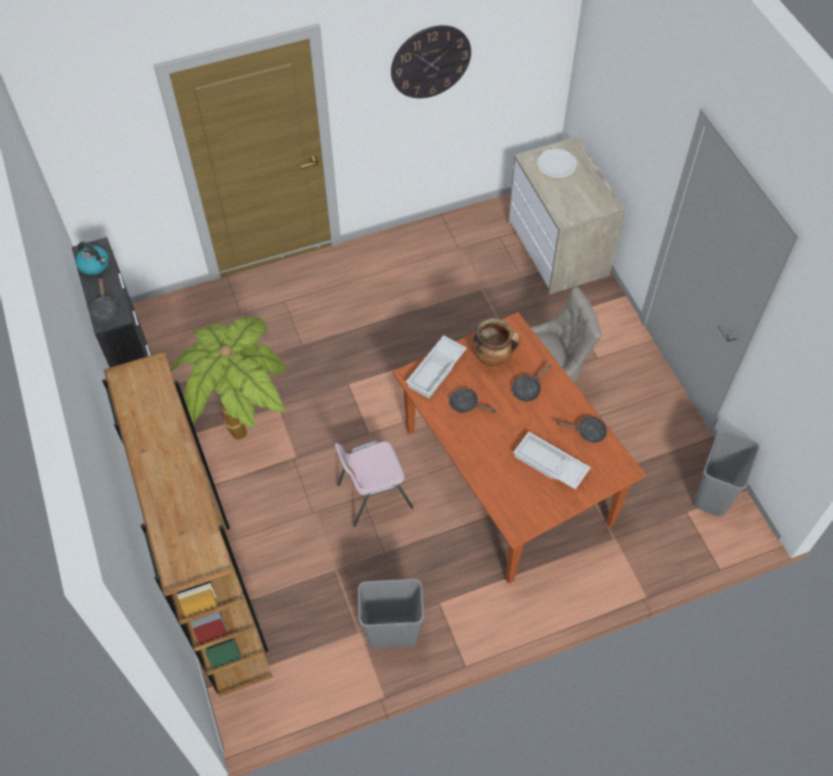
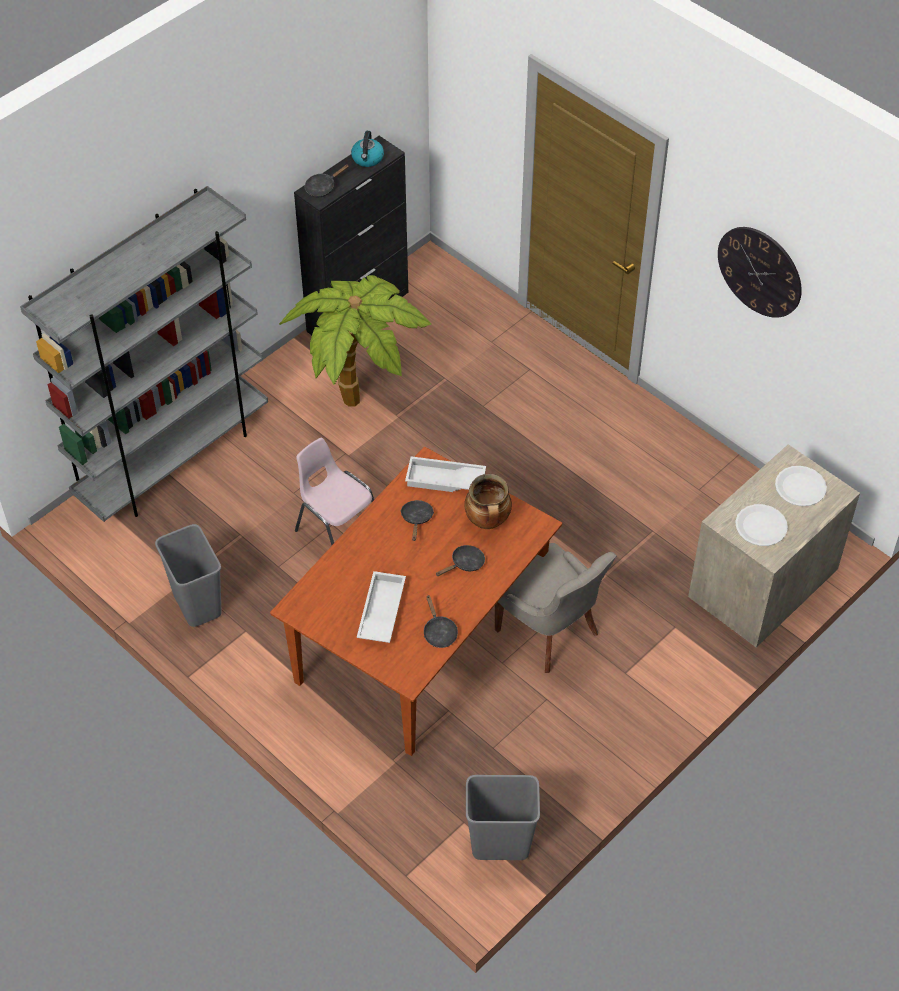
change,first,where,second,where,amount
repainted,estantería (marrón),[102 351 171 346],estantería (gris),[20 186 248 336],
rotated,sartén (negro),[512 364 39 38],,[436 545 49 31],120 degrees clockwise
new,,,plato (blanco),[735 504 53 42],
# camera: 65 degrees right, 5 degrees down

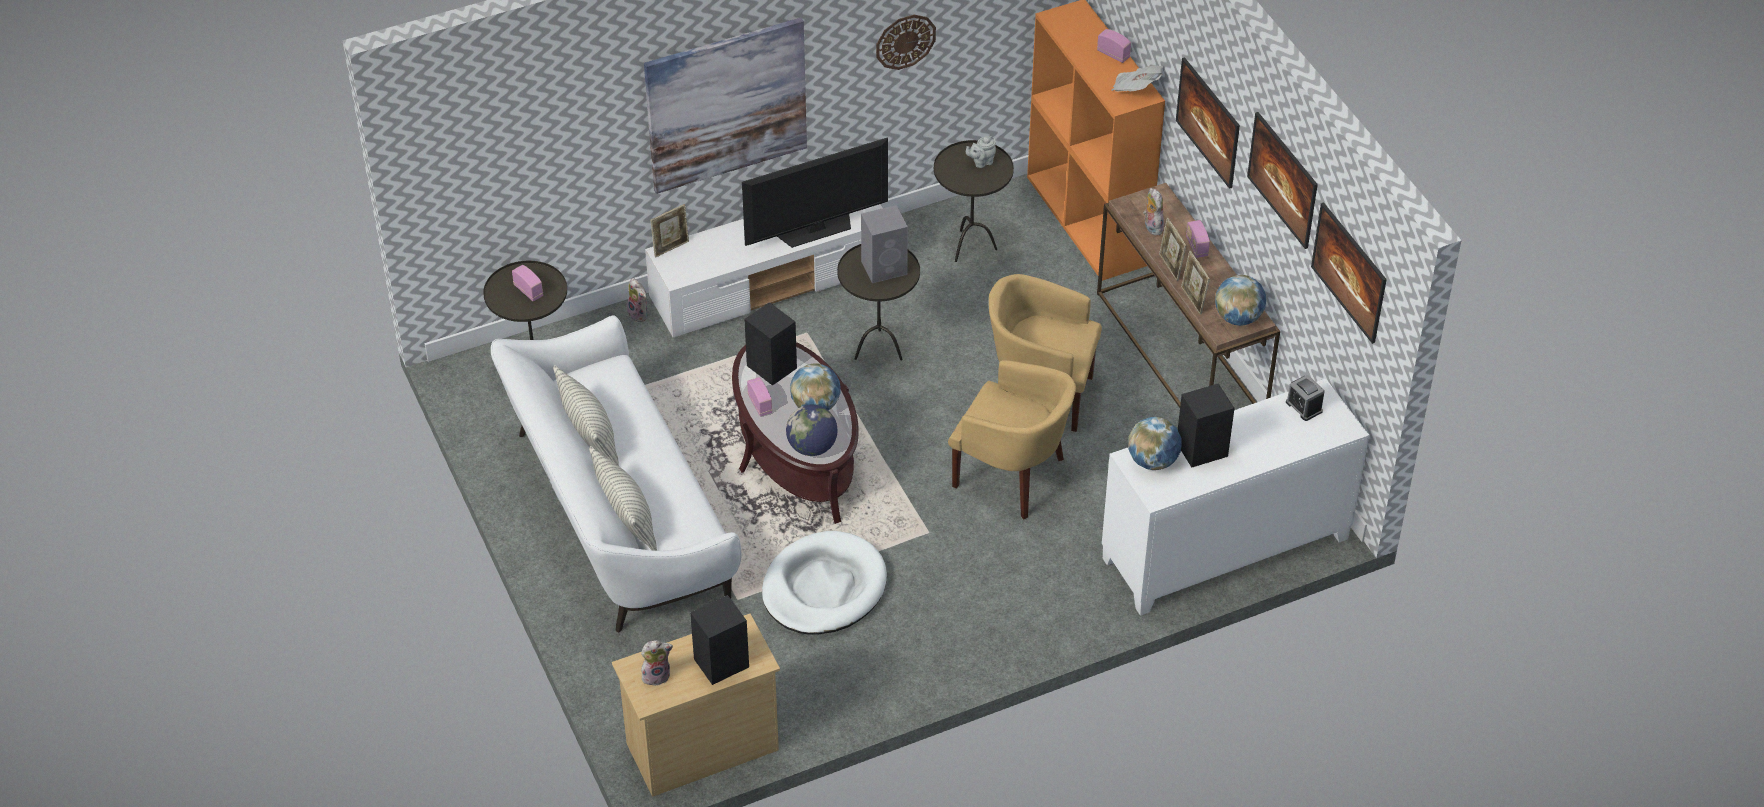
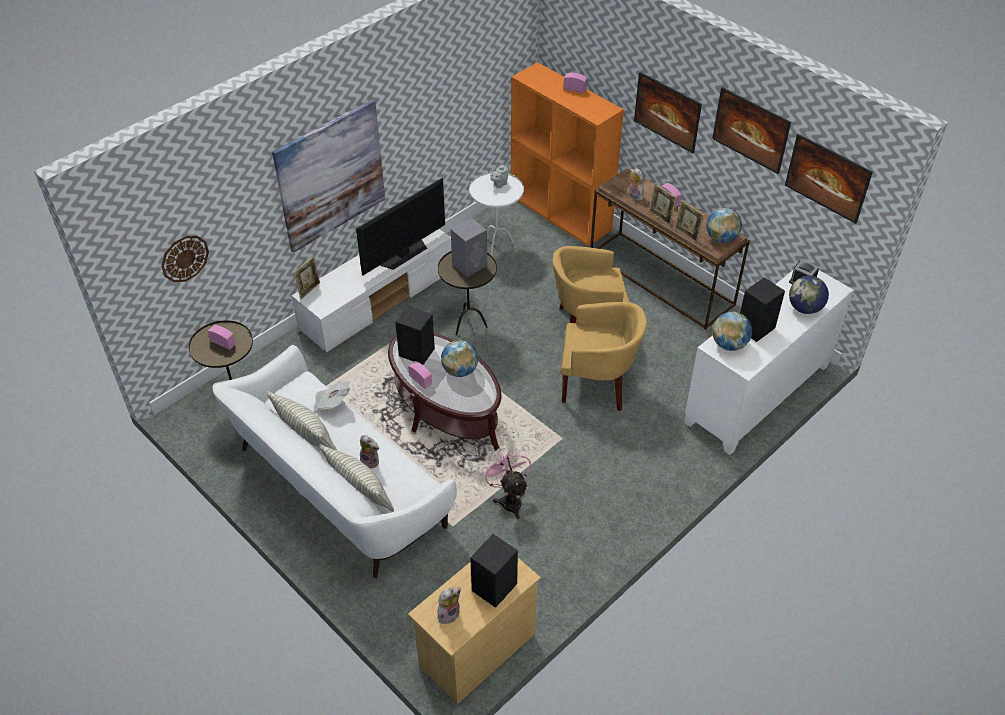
change,first,where,second,where,amount
shifted,reloj de pared,[876 15 60 55],,[161 236 48 46],
shifted,periódico,[1111 65 52 26],,[314 381 36 29],
shifted,peluche,[627 278 20 44],,[360 435 19 34],
repainted,mesa auxiliar (marrón),[934 140 80 122],mesa auxiliar (blanco),[469 171 55 85],
swapped,cama para perro (blanco),[762 531 125 103],ventilador (rosa),[482 447 49 72],
shifted,globo terráqueo,[786 405 52 51],,[789 276 40 38],
# camera: 20 degrees left, 0 degrees up

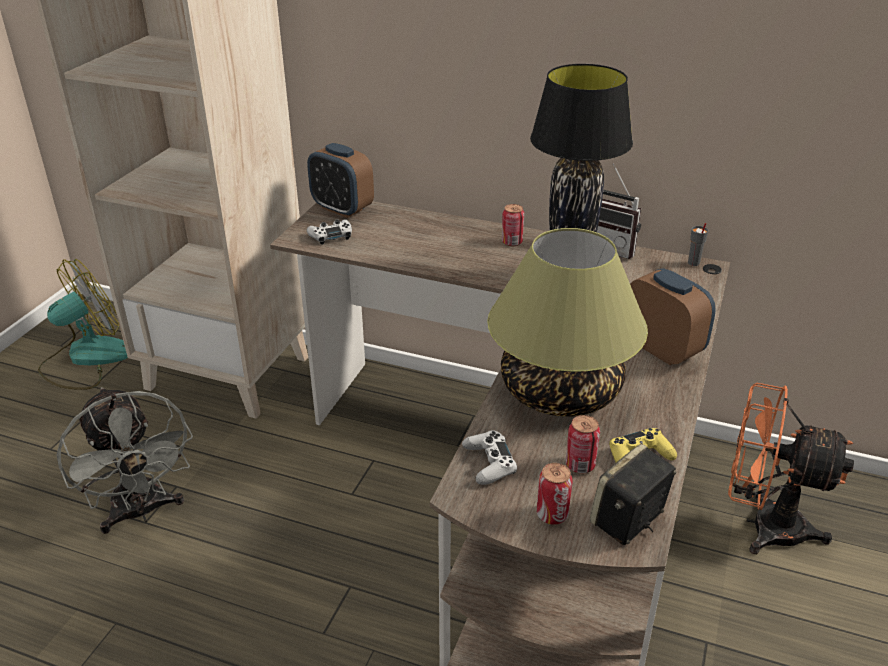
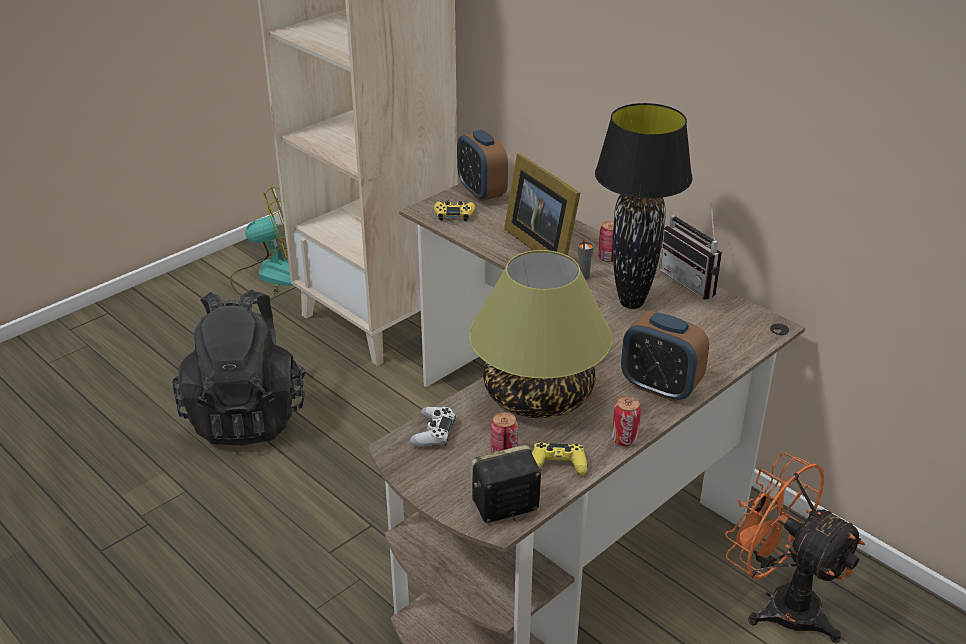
change,first,where,second,where,amount
swapped,ventilador (gris),[57 387 136 147],mochila (negro),[172 290 134 155],
repainted,mando de consola (blanco),[307 219 45 26],mando de consola (amarillo),[434 200 41 21],
new,,,portarretratos,[504 154 76 102],
shifted,taza (gris),[688 223 20 43],,[578 240 16 40],
shifted,lata,[536 463 37 62],,[612 396 29 50],
rotated,despertador,[630 268 86 97],,[621 311 88 91],135 degrees clockwise
# camera: 25 degrees right, 0 degrees up

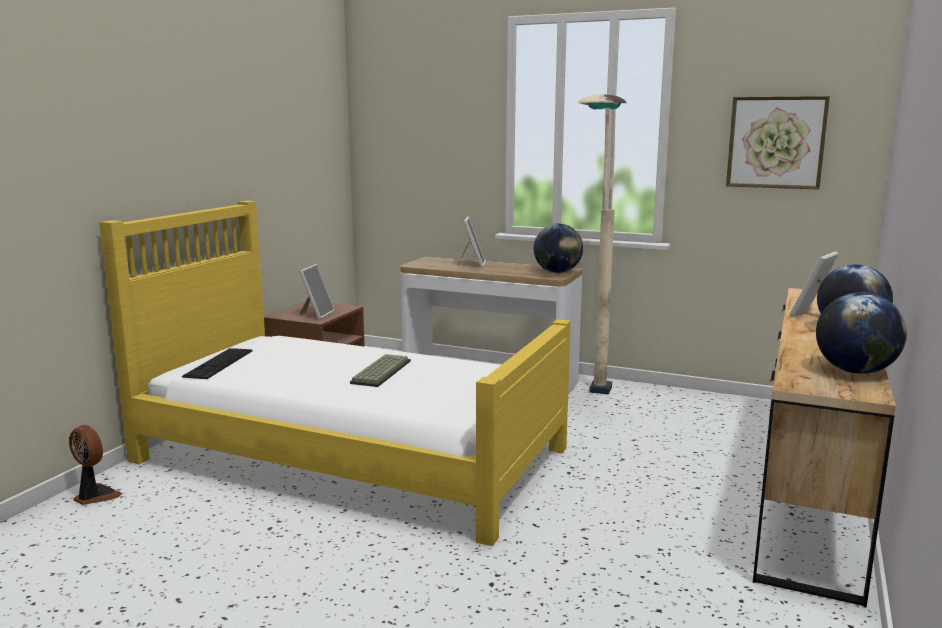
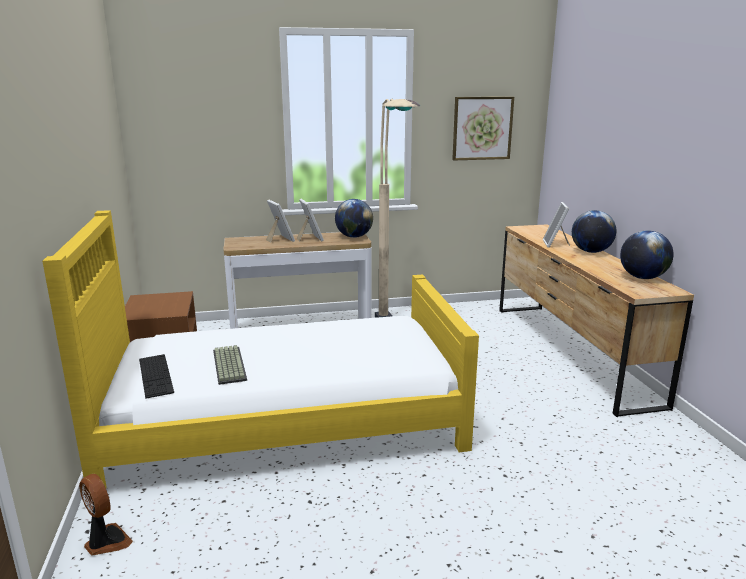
change,first,where,second,where,amount
rotated,ventilador,[69 425 53 80],,[79 474 54 82],45 degrees clockwise
shifted,teclado,[350 354 61 33],,[213 345 34 40],
shifted,portarretratos,[299 264 36 55],,[297 199 27 42],
# camera: 35 degrees left, 5 degrees up

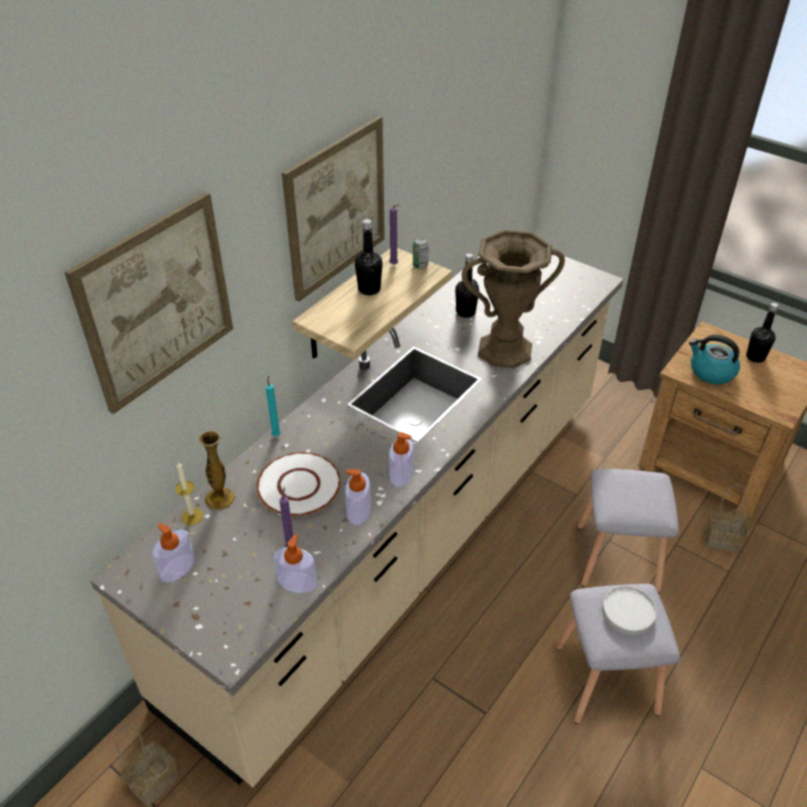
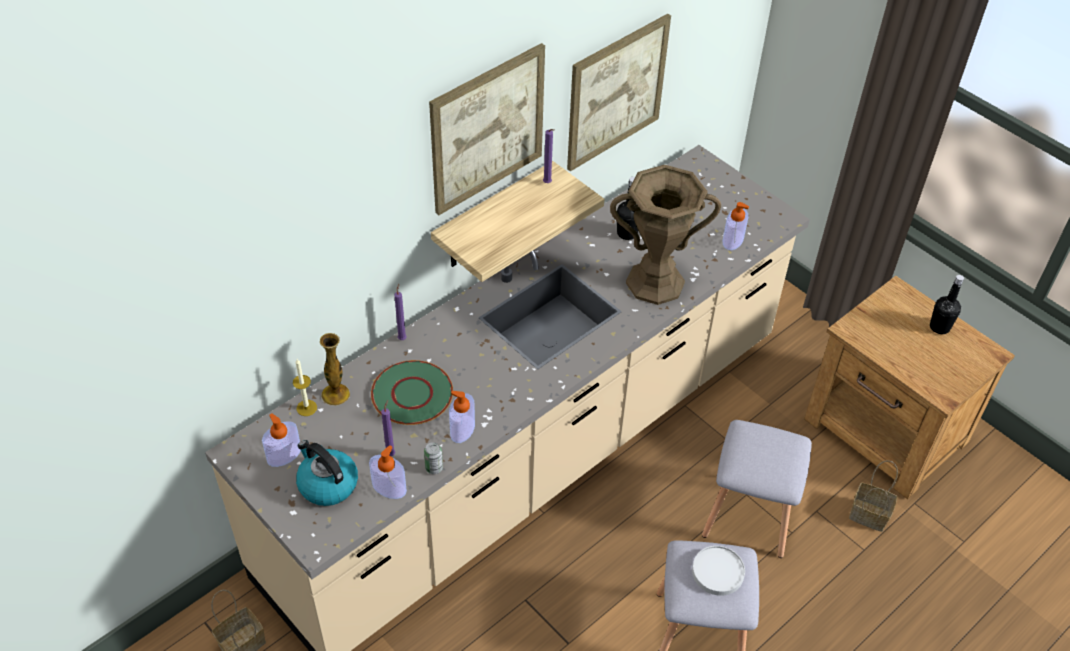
change,first,where,second,where,amount
shifted,hervidor,[689 335 51 49],,[296 440 62 66],
repainted,plato (blanco),[256 452 85 64],plato (verde),[371 360 82 65],
repainted,vela (turquesa),[266 375 15 61],vela (morado),[394 284 13 56],
shifted,lata,[413 237 16 32],,[424 442 19 32],
shifted,cuadro,[64 192 169 222],,[567 14 104 157],
shifted,dispensador de jabón,[389 432 25 55],,[723 202 26 48],
gone,botella (negro),[355 219 28 76],,,
# camera: 10 degrees right, 5 degrees up

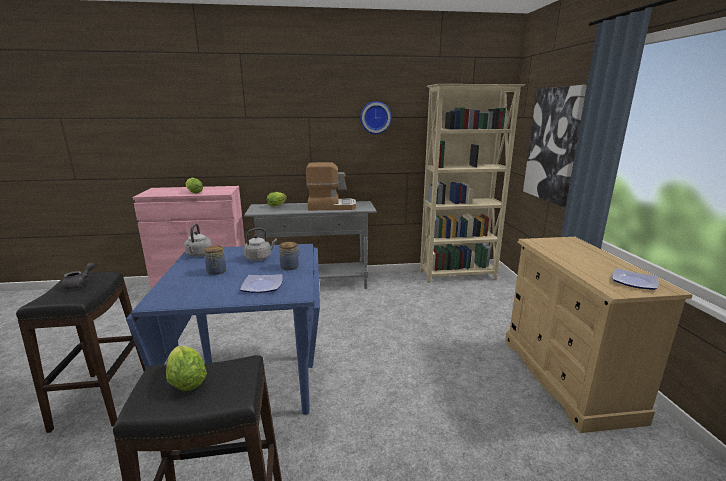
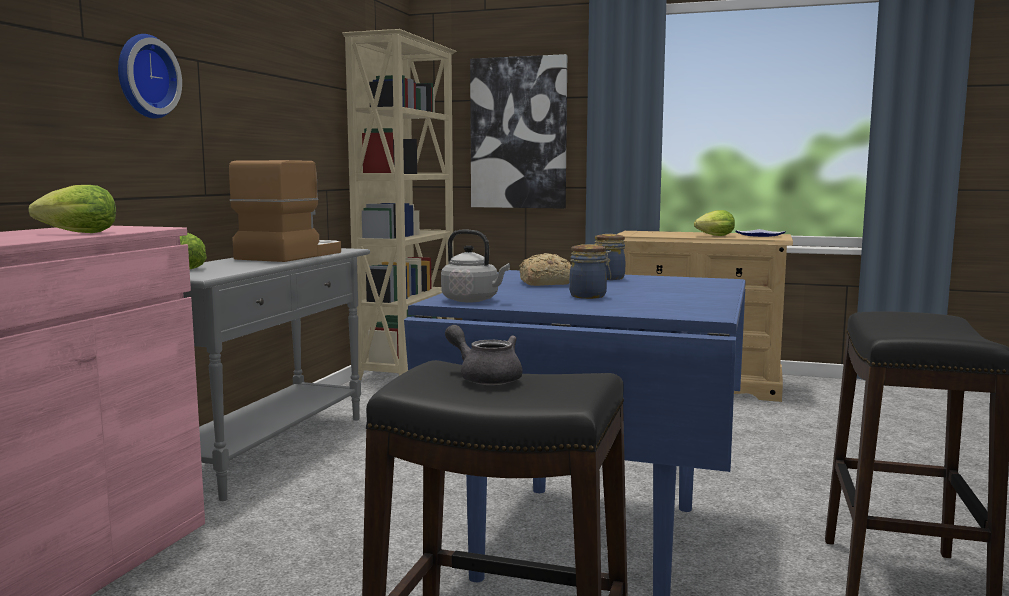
change,first,where,second,where,amount
shifted,reloj de pared,[360 101 31 33],,[118 34 64 85],
swapped,hervidor (gris),[243 228 34 33],pan,[519 253 52 33],
shifted,lechuga,[166 346 41 45],,[694 210 41 26],
gone,plato,[240 274 43 19],,,
# camera: 65 degrees left, 10 degrees down

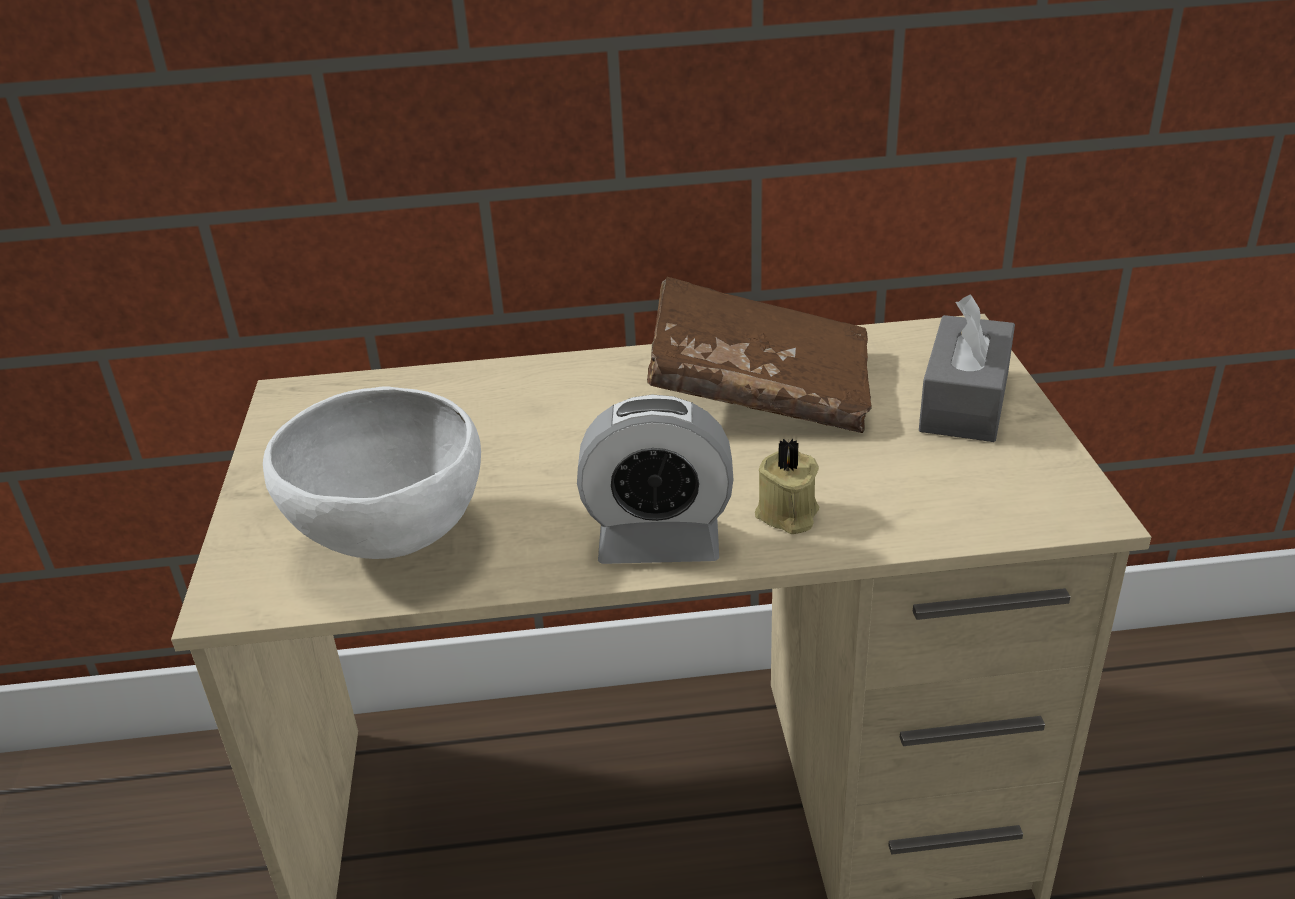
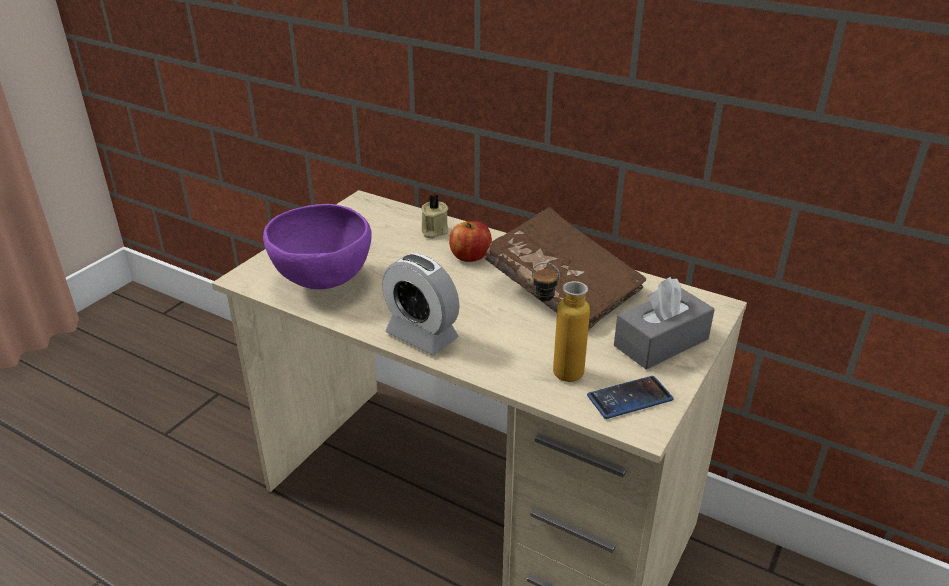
change,first,where,second,where,amount
repainted,cuenco (blanco),[263 386 218 173],cuenco (morado),[263 204 109 85],
shifted,vela (beis),[755 439 64 95],,[422 194 26 44],
new,,,manzana,[449 221 43 41],
new,,,botella,[532 262 58 120],
new,,,móvil,[587 376 87 43],
# camera: 35 degrees right, 0 degrees up

